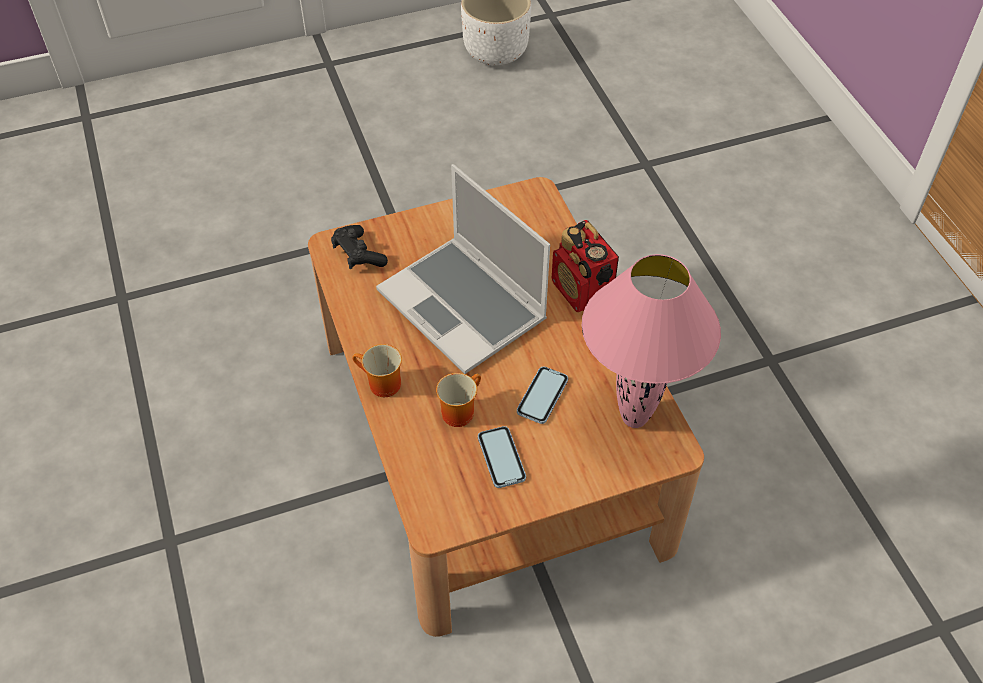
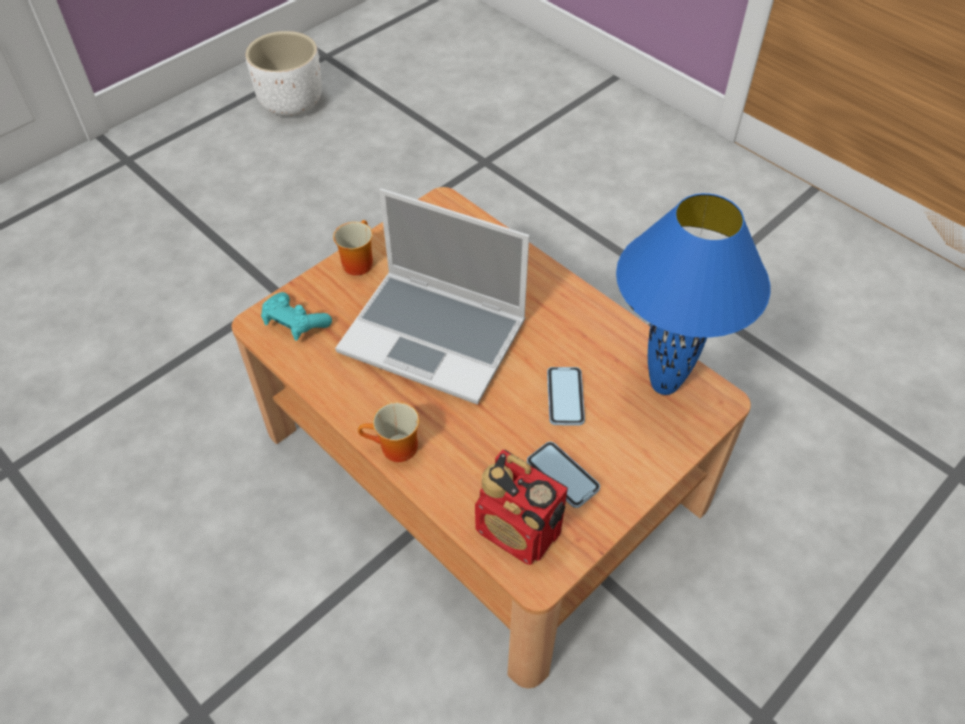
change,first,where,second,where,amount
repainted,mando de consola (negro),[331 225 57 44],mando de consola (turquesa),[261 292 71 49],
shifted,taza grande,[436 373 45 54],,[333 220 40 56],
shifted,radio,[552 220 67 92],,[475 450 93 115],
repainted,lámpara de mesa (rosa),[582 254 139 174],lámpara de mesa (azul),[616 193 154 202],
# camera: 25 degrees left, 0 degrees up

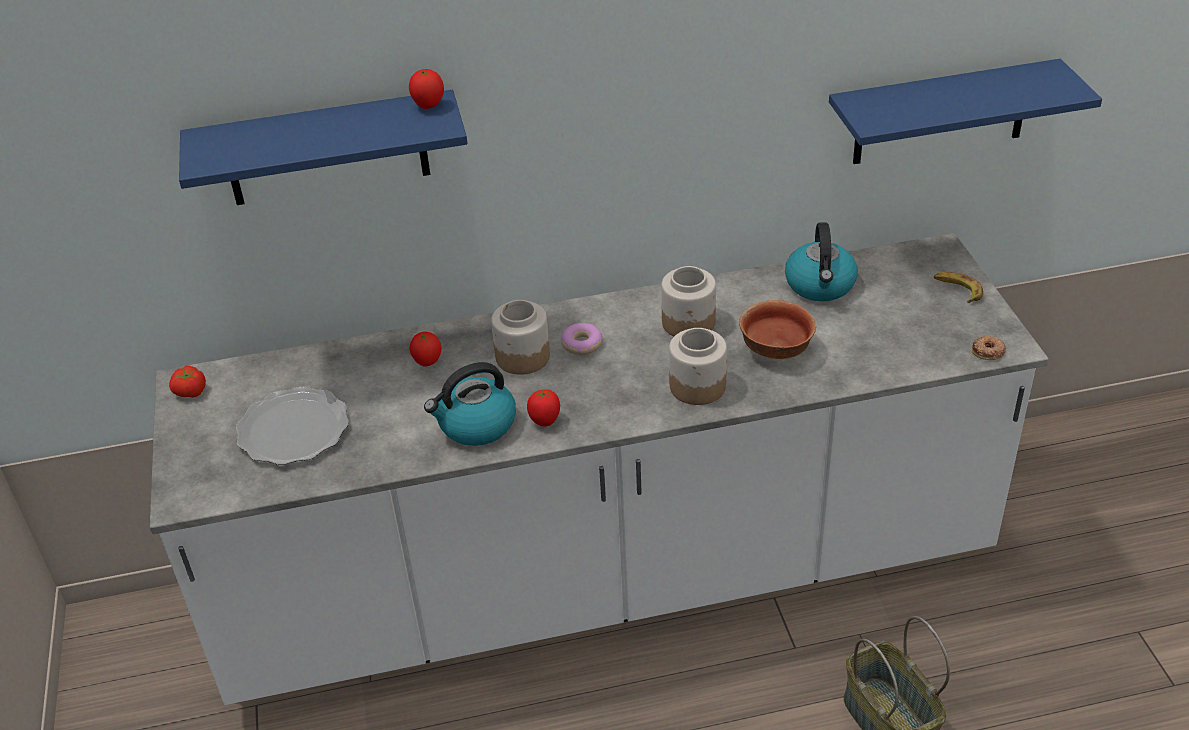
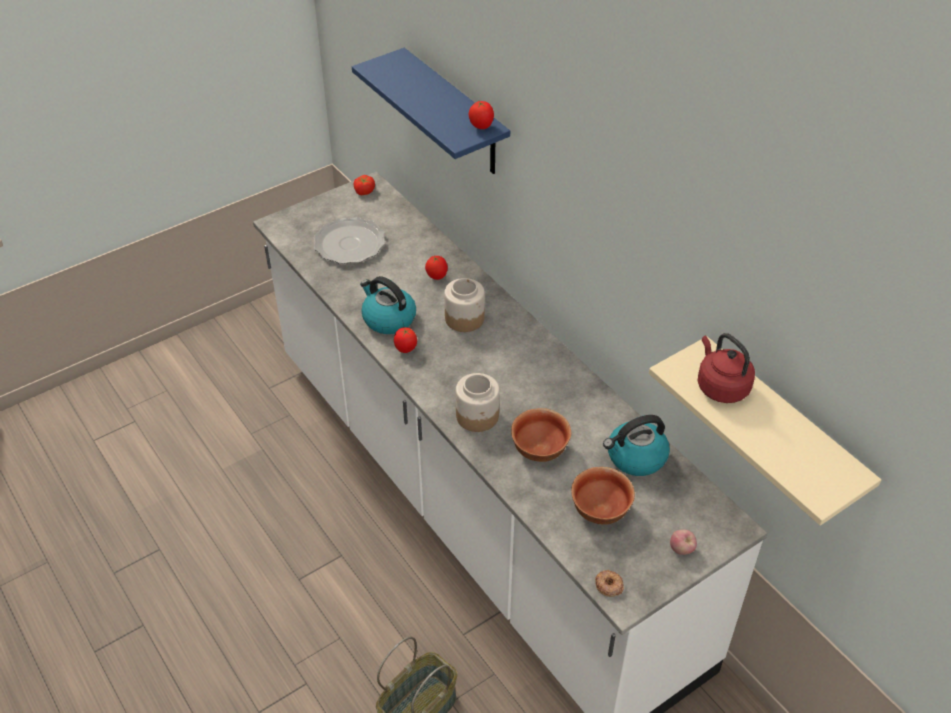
change,first,where,second,where,amount
new,,,cuenco,[571 467 64 58],
repainted,estante (azul),[829 59 273 105],estante (beis),[649 337 232 189],
swapped,plátano,[934 272 49 31],manzana,[670 529 27 26],
new,,,hervidor (rojo),[698 333 57 70],
gone,rosquilla,[561 323 42 32],,,
gone,tarro,[661 266 55 70],,,
# camera: 65 degrees right, 5 degrees up

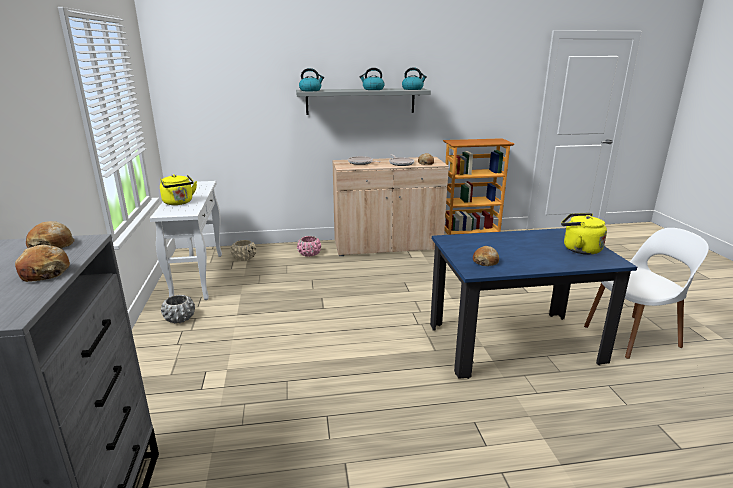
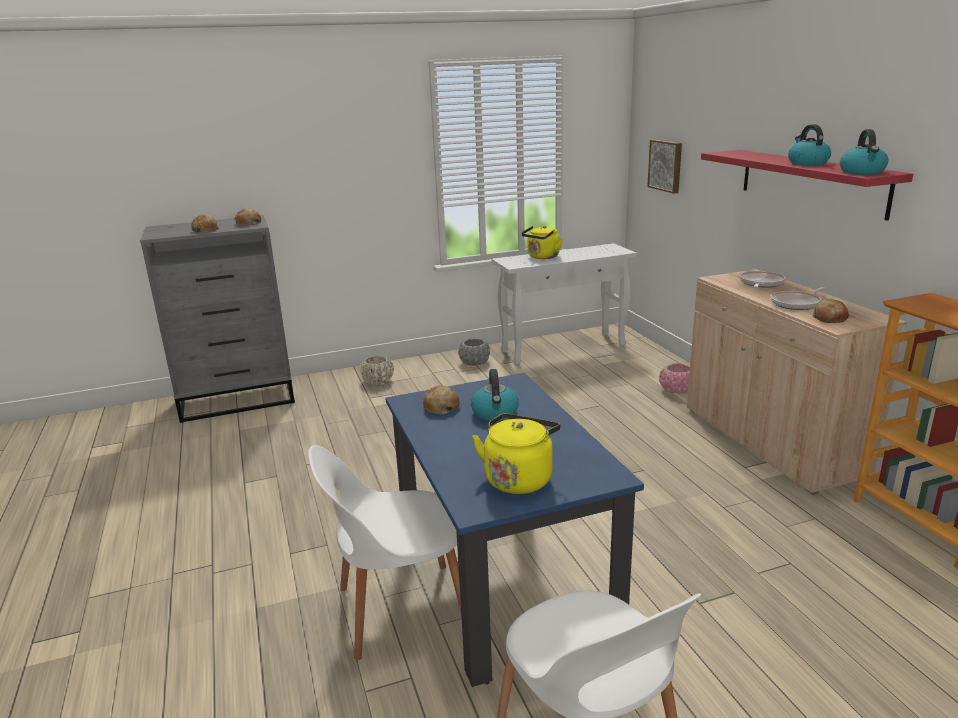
change,first,where,second,where,amount
new,,,silla (blanco),[308 445 153 215],
shifted,maceta (beis),[230 240 26 21],,[360 356 34 28],
shifted,hervidor,[299 68 25 23],,[471 369 48 52],
new,,,cuadro,[647 139 35 55],
repainted,estante (gris),[296 88 135 27],estante (rojo),[701 150 212 71],
# camera: 80 degrees right, 0 degrees up

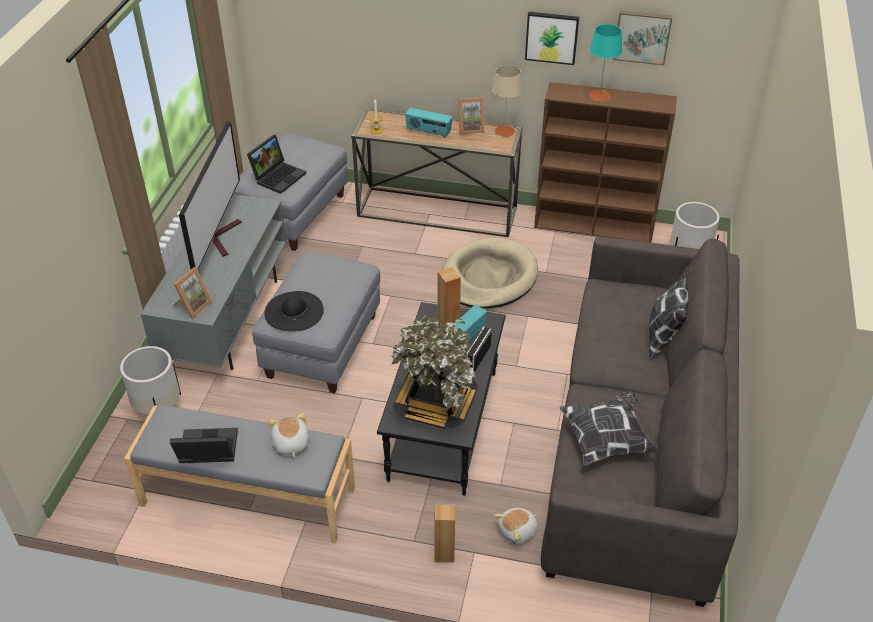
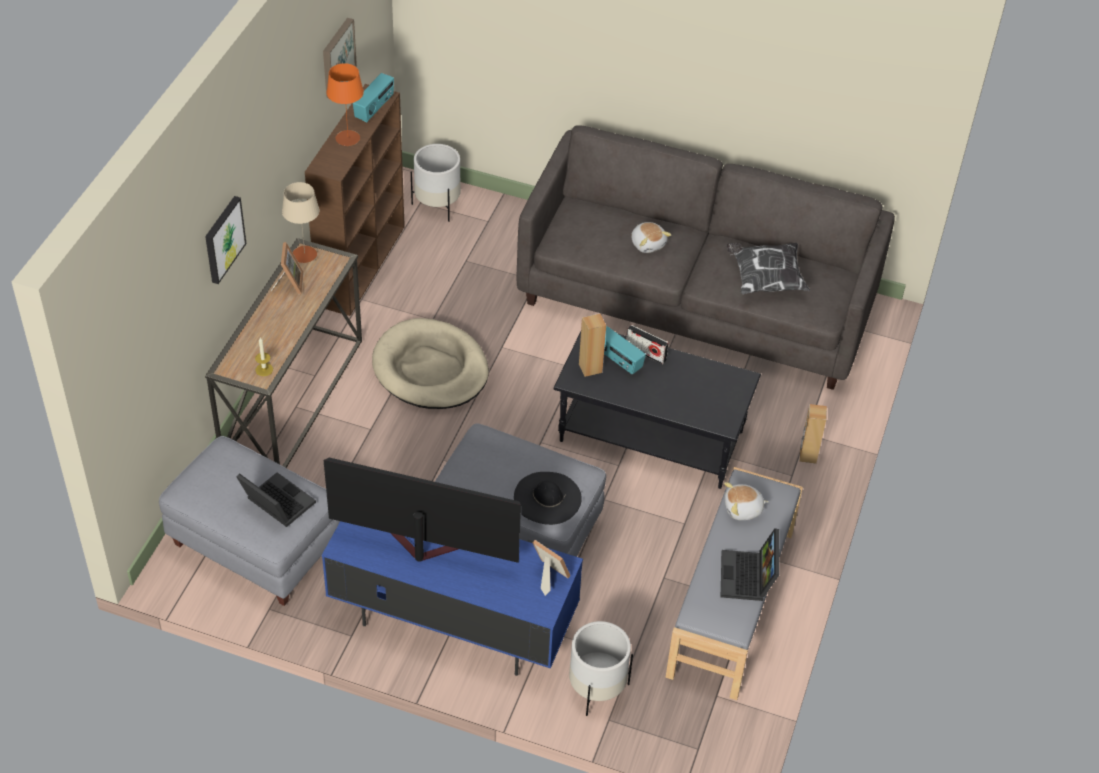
change,first,where,second,where,amount
shifted,cuadro,[525 12 54 53],,[205 196 41 88],
repainted,mueble de televisión (gris),[140 194 146 176],mueble de televisión (azul),[322 521 261 155],
repainted,lámpara de mesa (turquesa),[590 24 32 77],lámpara de mesa (naranja),[327 63 37 83],
shifted,radio,[405 108 48 30],,[353 73 41 49],
shifted,peluche,[494 508 44 37],,[631 222 41 31],
gone,planta en maceta,[391 315 87 114],,,
gone,cojín,[649 265 41 95],,,
# camera: 85 degrees left, 5 degrees up

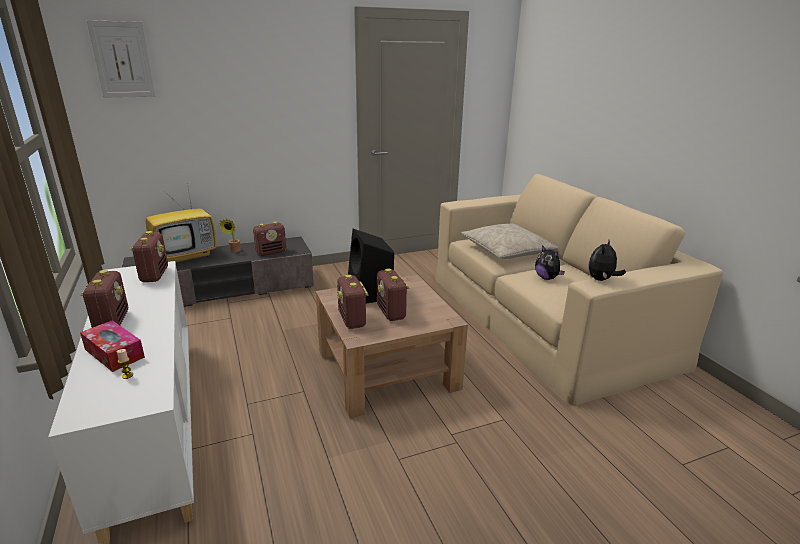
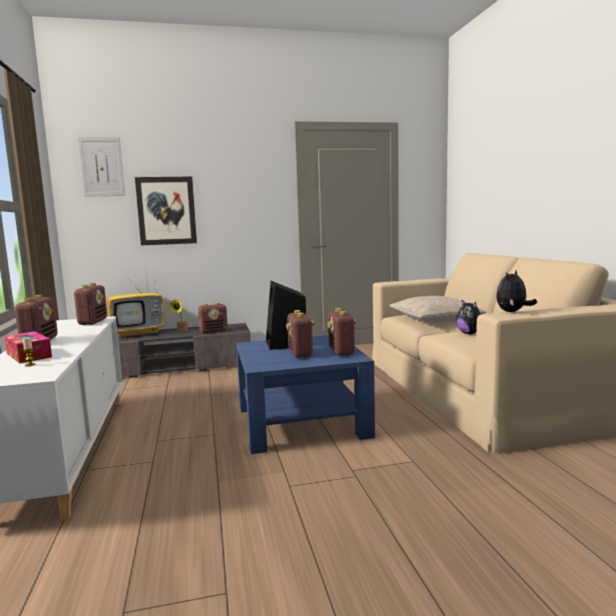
change,first,where,second,where,amount
new,,,cuadro,[135 177 62 68],
repainted,mesa de centro (marrón),[316 275 152 143],mesa de centro (azul),[236 335 139 119],
shifted,radio,[337 275 32 54],,[328 308 29 48],
# camera: 10 degrees right, 15 degrees down

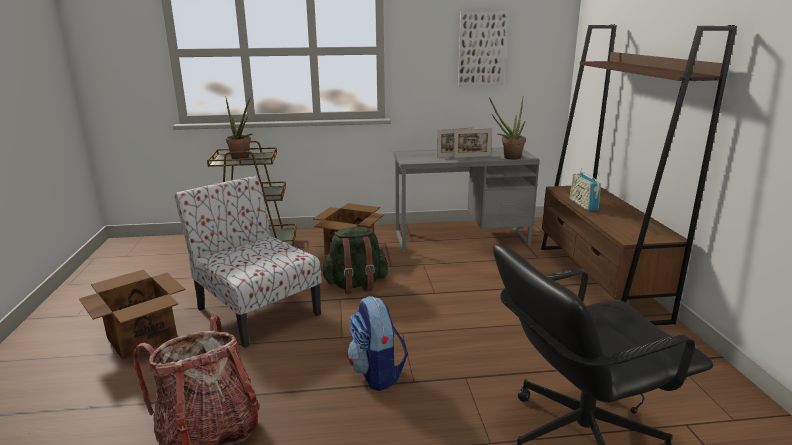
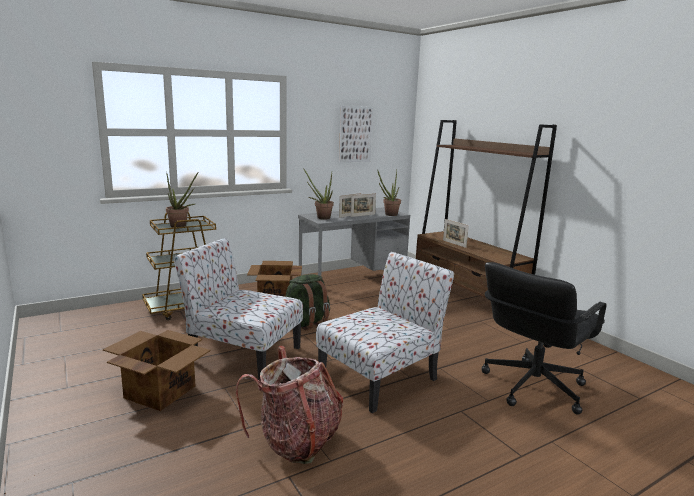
change,first,where,second,where,amount
new,,,planta en maceta,[303 168 31 52],
swapped,mochila,[347 296 61 95],silla,[316 252 138 161],
swapped,radio,[570 168 31 43],portarretratos,[443 219 26 29],
# camera: 25 degrees left, 5 degrees down

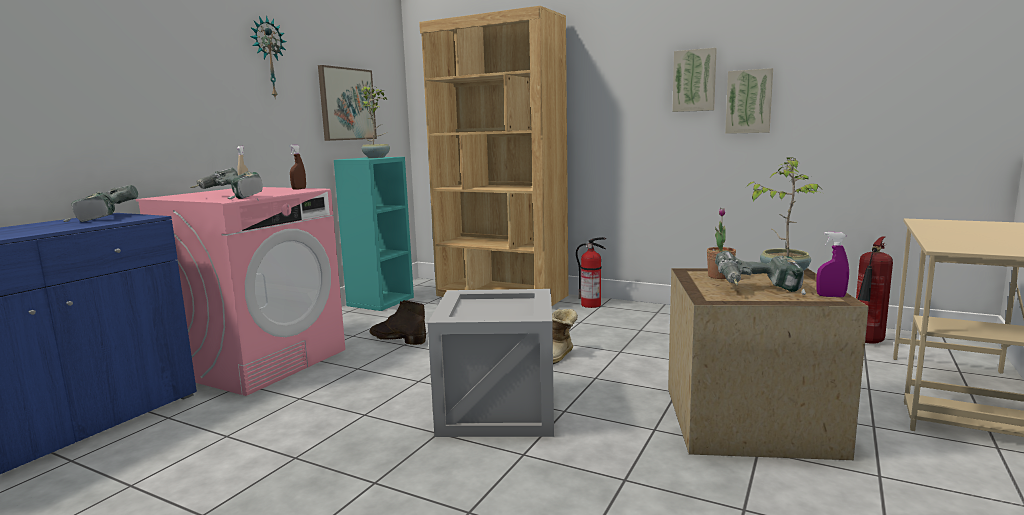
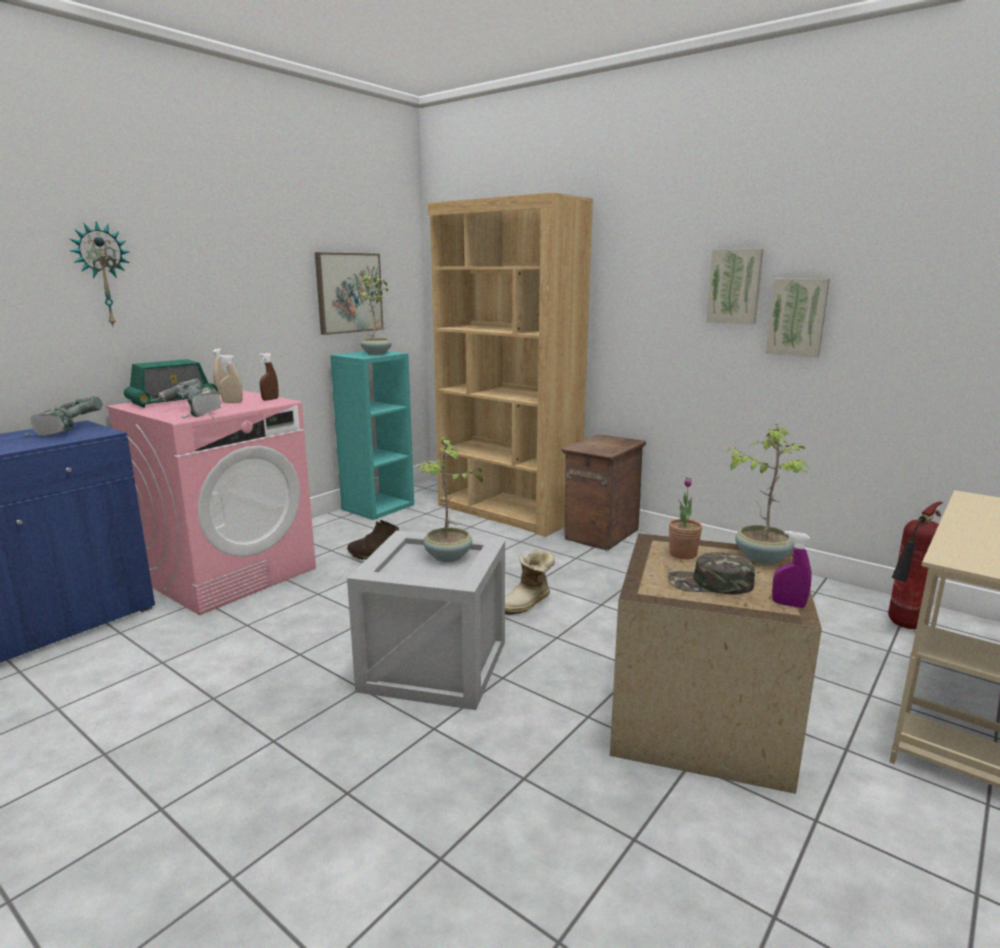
change,first,where,second,where,amount
shifted,reloj de pared,[250 15 36 82],,[70 221 60 105],
new,,,radio,[124 359 94 49],
new,,,pulverizador (beis),[219 355 24 48],
new,,,planta en maceta,[417 437 70 125],
swapped,extintor,[576 237 30 71],caja de embalaje,[561 434 85 116],
swapped,taladro,[715 251 91 44],gorra (verde),[668 552 87 42],
# camera: 10 degrees right, 5 degrees up

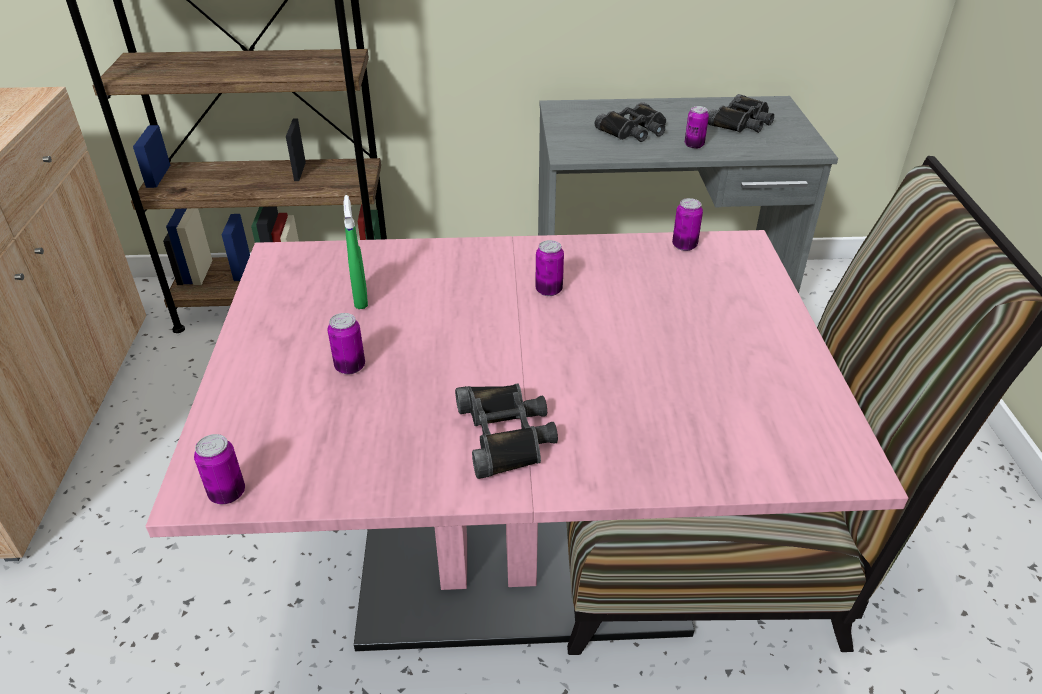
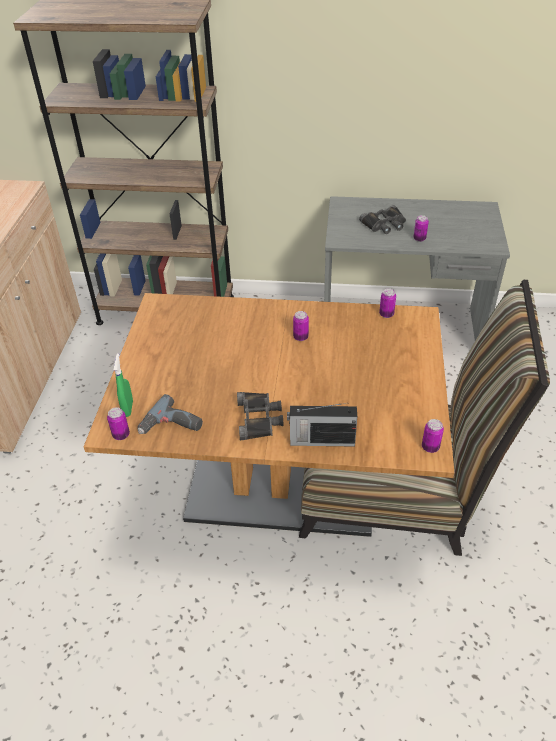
change,first,where,second,where,amount
repainted,mesa de comedor (rosa),[146 230 762 421],mesa de comedor (marrón),[84 293 370 244],
shifted,pulverizador (verde),[343 195 25 114],,[114 354 19 63],
new,,,taladro,[138 394 65 40],
new,,,radio,[287 403 70 44],
shifted,lata,[328 313 37 61],,[422 419 22 34],
gone,prismáticos (negro),[708 94 66 39],,,
# camera: 10 degrees right, 5 degrees up

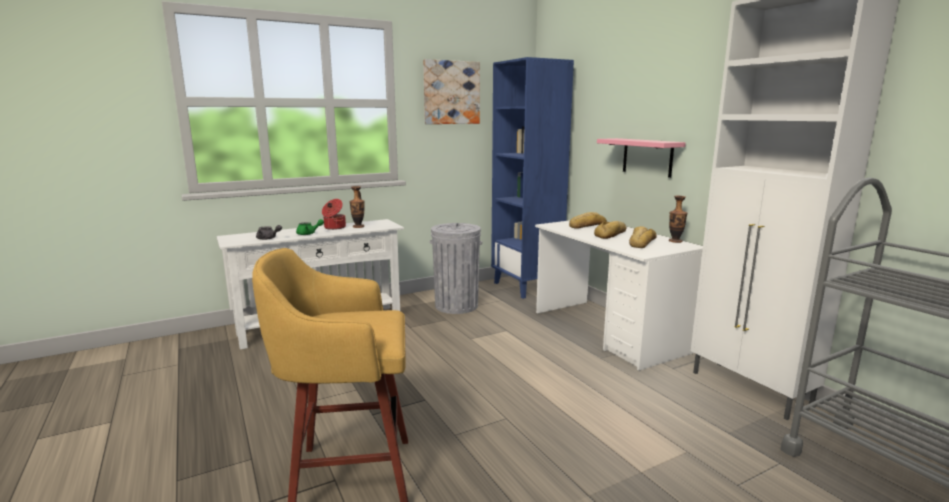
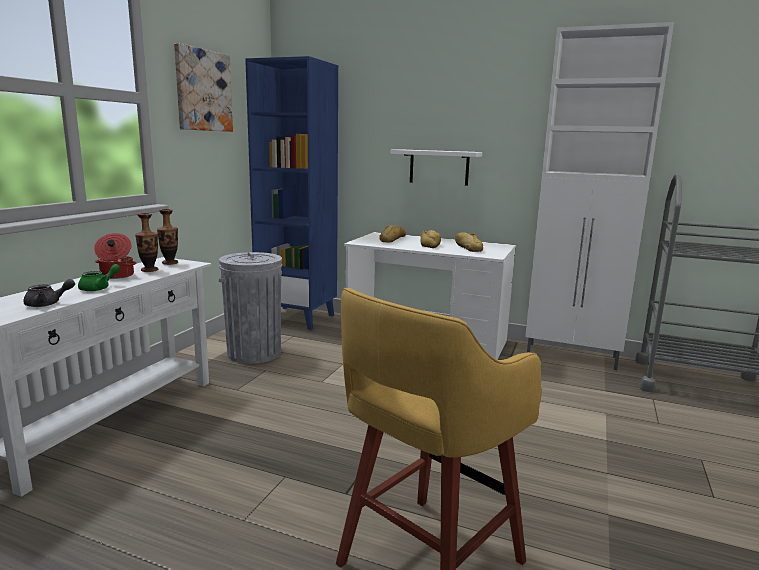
change,first,where,second,where,amount
shifted,florero,[669 196 18 47],,[157 209 21 56],
repainted,estante (rosa),[597 138 89 40],estante (blanco),[391 149 91 37],
# camera: 40 degrees left, 0 degrees up

